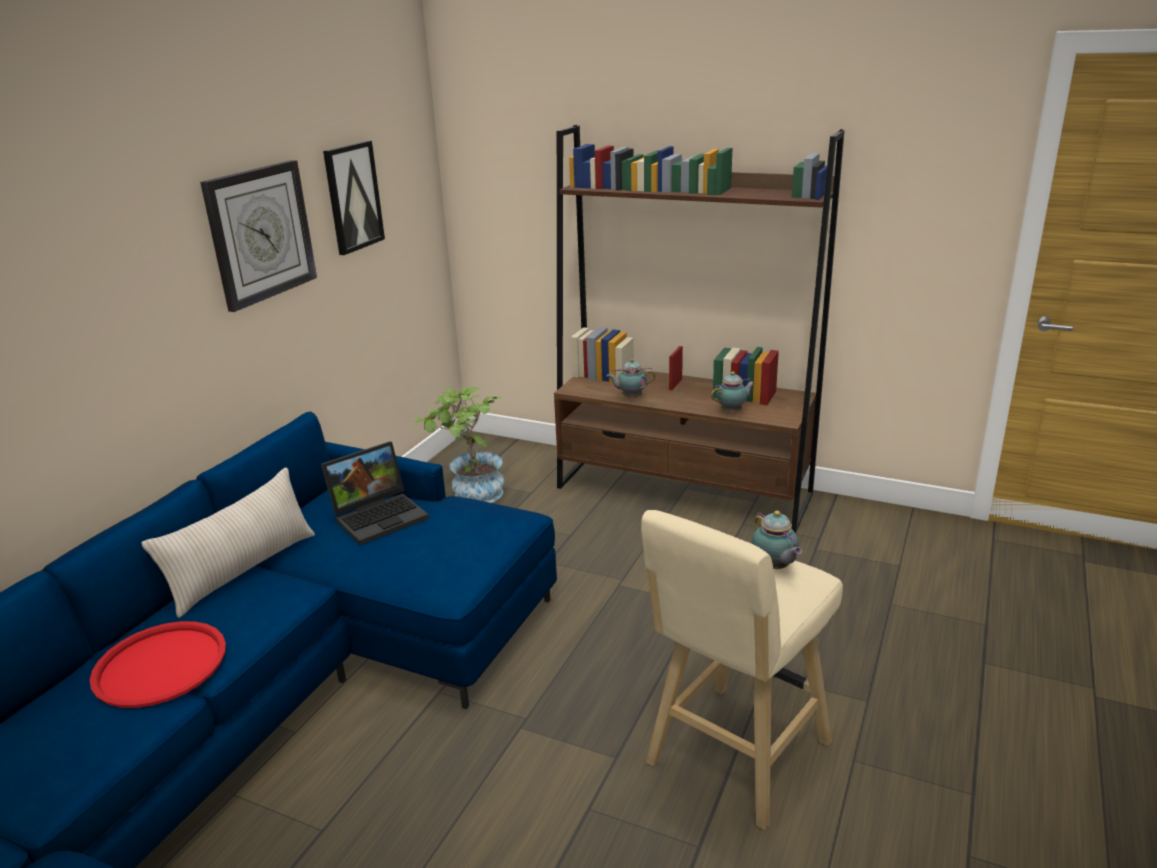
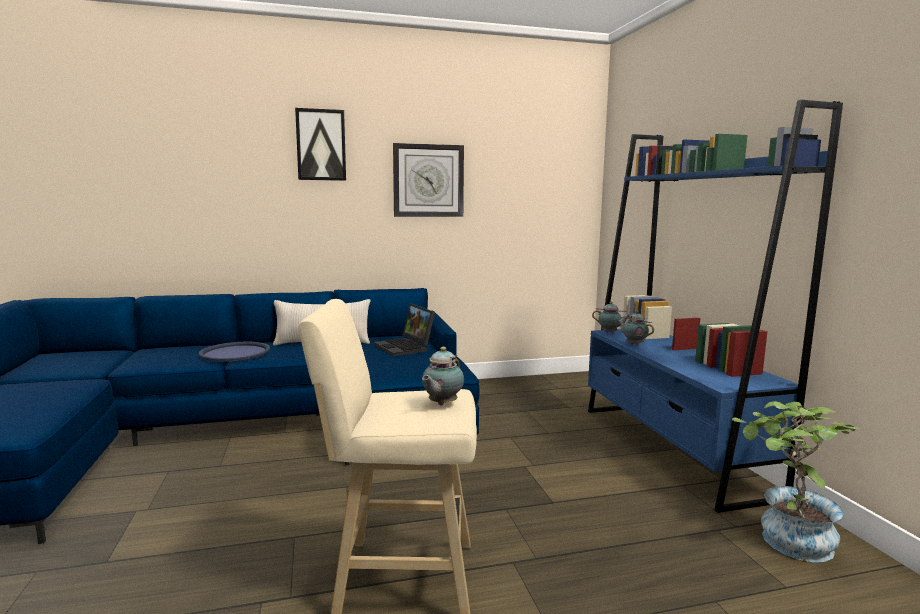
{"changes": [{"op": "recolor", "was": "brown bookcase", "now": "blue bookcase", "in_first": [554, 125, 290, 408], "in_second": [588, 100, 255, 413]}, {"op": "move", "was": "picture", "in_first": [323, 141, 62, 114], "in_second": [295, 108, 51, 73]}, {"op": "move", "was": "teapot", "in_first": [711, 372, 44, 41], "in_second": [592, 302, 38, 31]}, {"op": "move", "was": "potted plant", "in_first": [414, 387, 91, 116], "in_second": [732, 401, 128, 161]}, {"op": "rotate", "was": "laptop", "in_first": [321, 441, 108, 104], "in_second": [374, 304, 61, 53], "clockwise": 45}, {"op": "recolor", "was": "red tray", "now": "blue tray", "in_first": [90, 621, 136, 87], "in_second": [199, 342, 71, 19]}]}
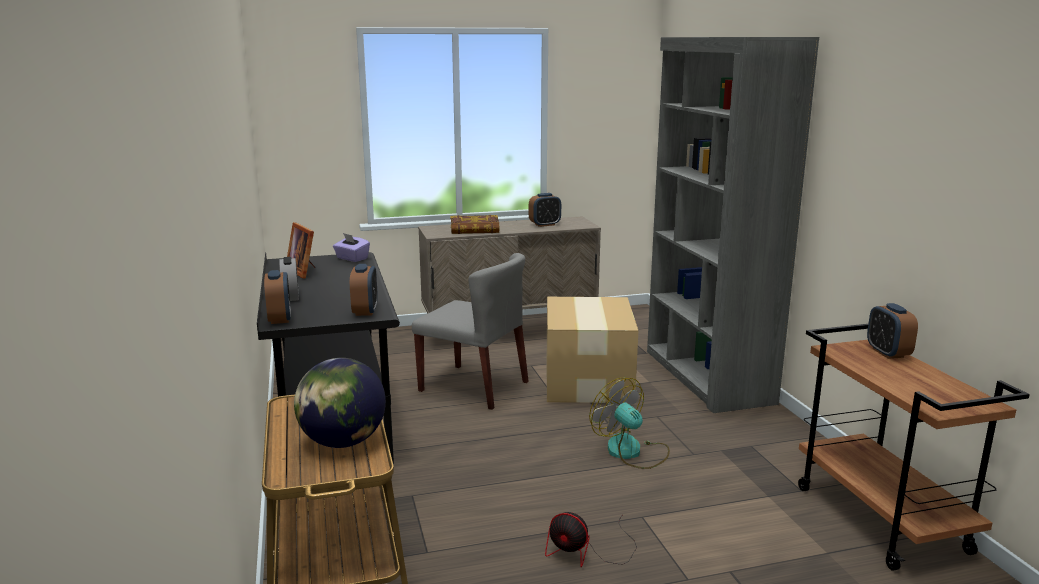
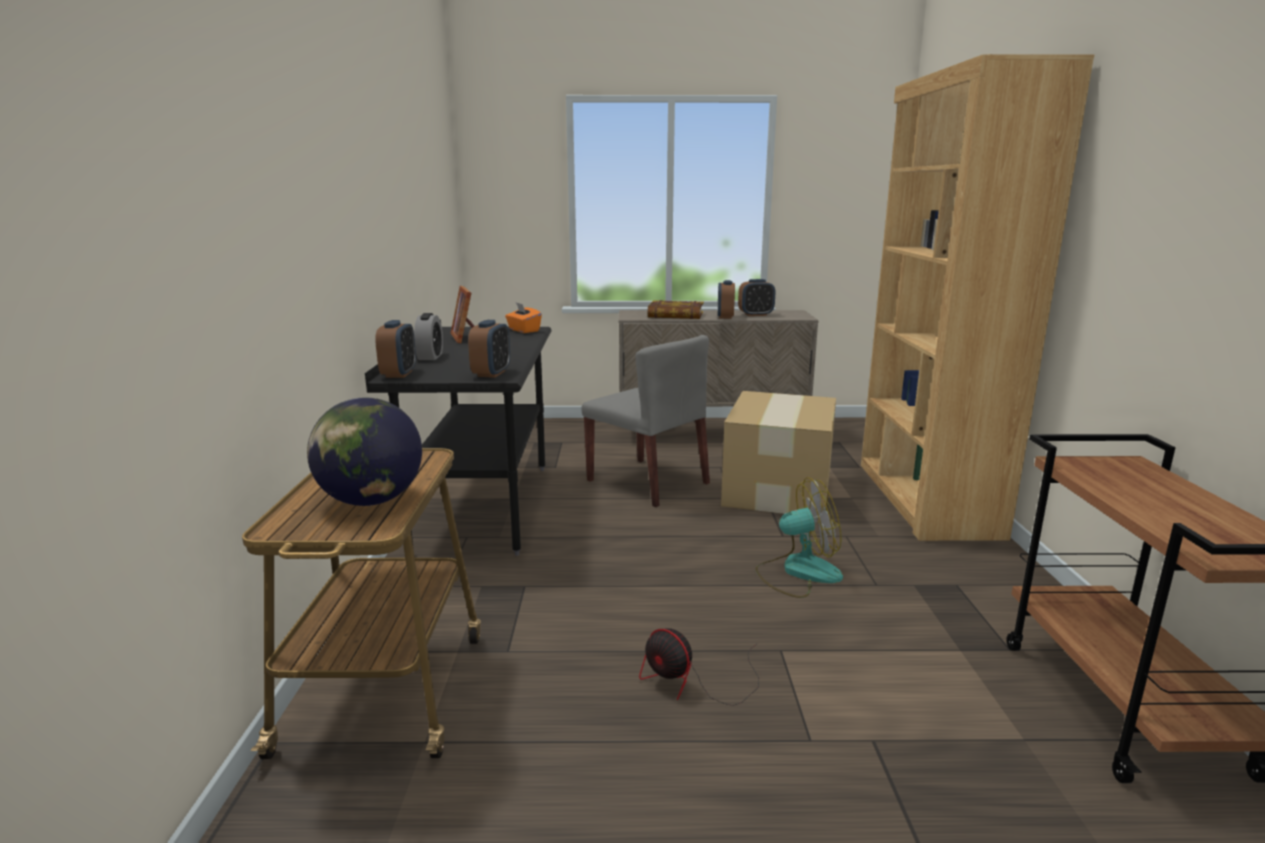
{"changes": [{"op": "recolor", "was": "grey bookcase", "now": "brown bookcase", "in_first": [647, 37, 172, 376], "in_second": [861, 54, 233, 487]}, {"op": "recolor", "was": "purple tissue box", "now": "orange tissue box", "in_first": [333, 233, 37, 29], "in_second": [505, 302, 37, 31]}, {"op": "move", "was": "alarm clock", "in_first": [867, 303, 51, 56], "in_second": [717, 280, 18, 39]}, {"op": "rotate", "was": "fan", "in_first": [589, 378, 81, 91], "in_second": [756, 477, 87, 121], "clockwise": 105}]}
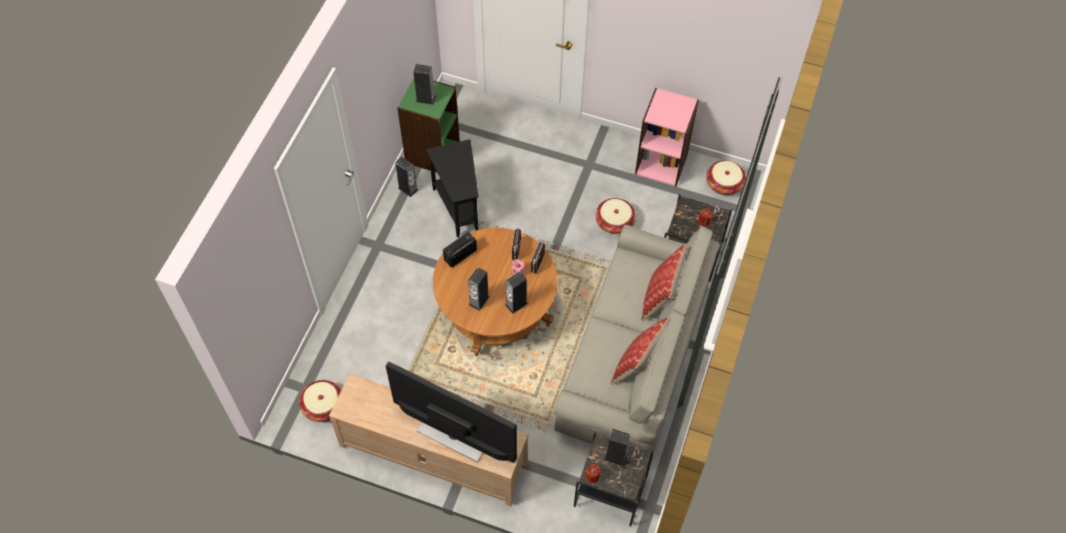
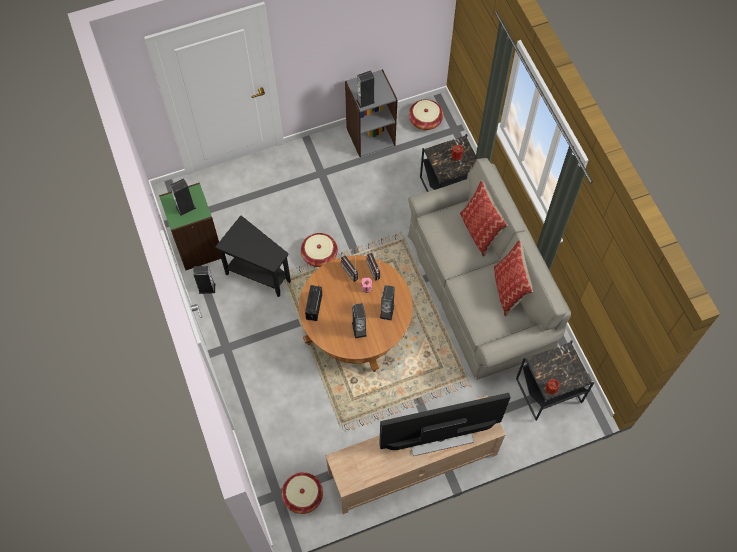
{"changes": [{"op": "recolor", "was": "pink bookcase", "now": "grey bookcase", "in_first": [635, 88, 64, 98], "in_second": [345, 69, 52, 88]}, {"op": "move", "was": "basket", "in_first": [596, 198, 40, 36], "in_second": [301, 233, 37, 34]}, {"op": "move", "was": "speaker", "in_first": [604, 429, 27, 37], "in_second": [356, 70, 19, 38]}]}
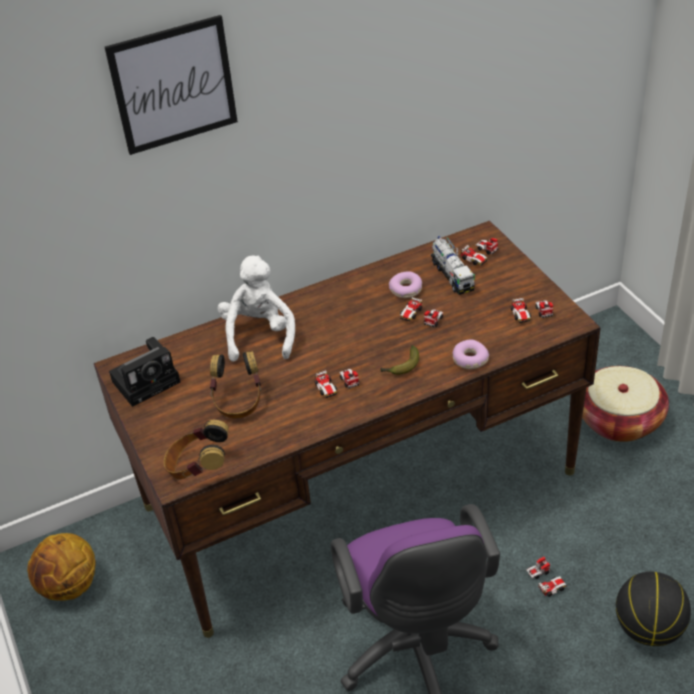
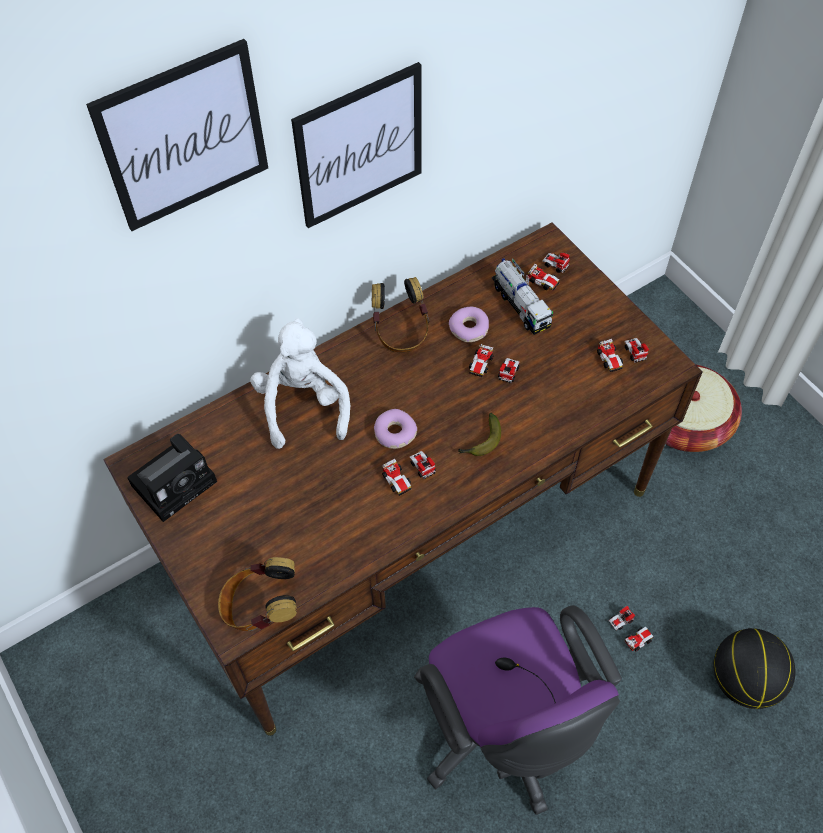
{"changes": [{"op": "move", "was": "donut", "in_first": [452, 339, 37, 30], "in_second": [374, 409, 43, 40]}, {"op": "move", "was": "headphones", "in_first": [210, 351, 51, 67], "in_second": [372, 277, 57, 75]}, {"op": "delete", "was": "basketball", "in_first": [27, 533, 69, 68]}, {"op": "insert", "now": "picture", "in_second": [291, 62, 130, 166]}]}
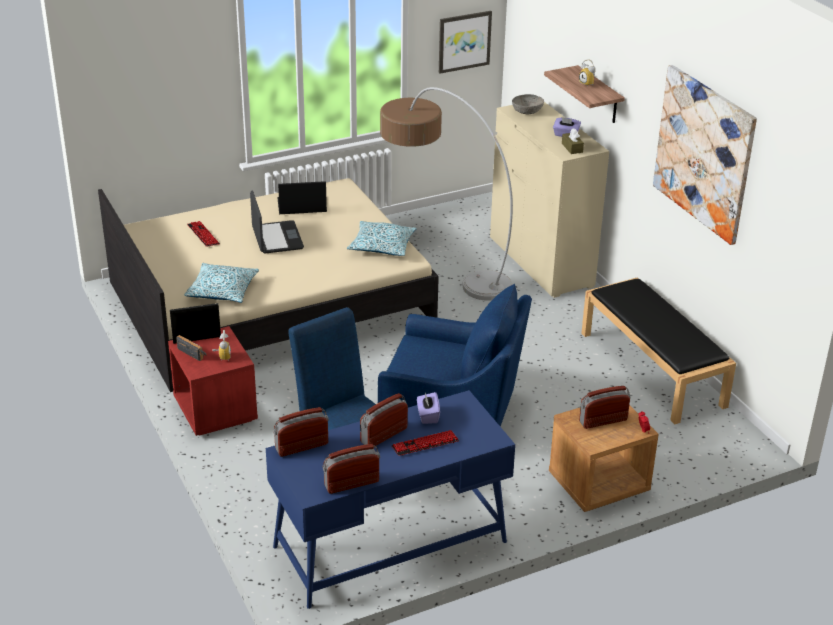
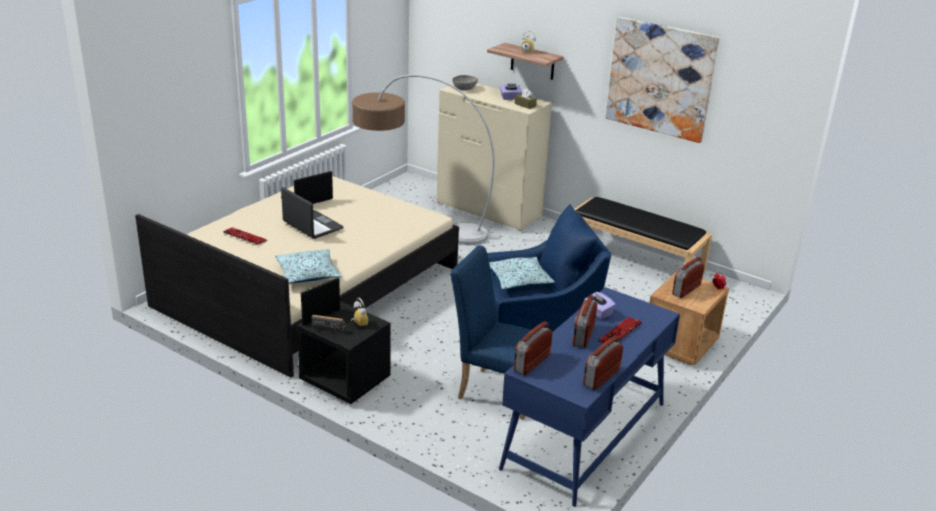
{"changes": [{"op": "delete", "was": "picture", "in_first": [439, 11, 53, 63]}, {"op": "move", "was": "pillow", "in_first": [347, 221, 70, 35], "in_second": [489, 257, 66, 33]}, {"op": "recolor", "was": "red nightstand", "now": "black nightstand", "in_first": [168, 326, 90, 110], "in_second": [297, 301, 94, 103]}]}
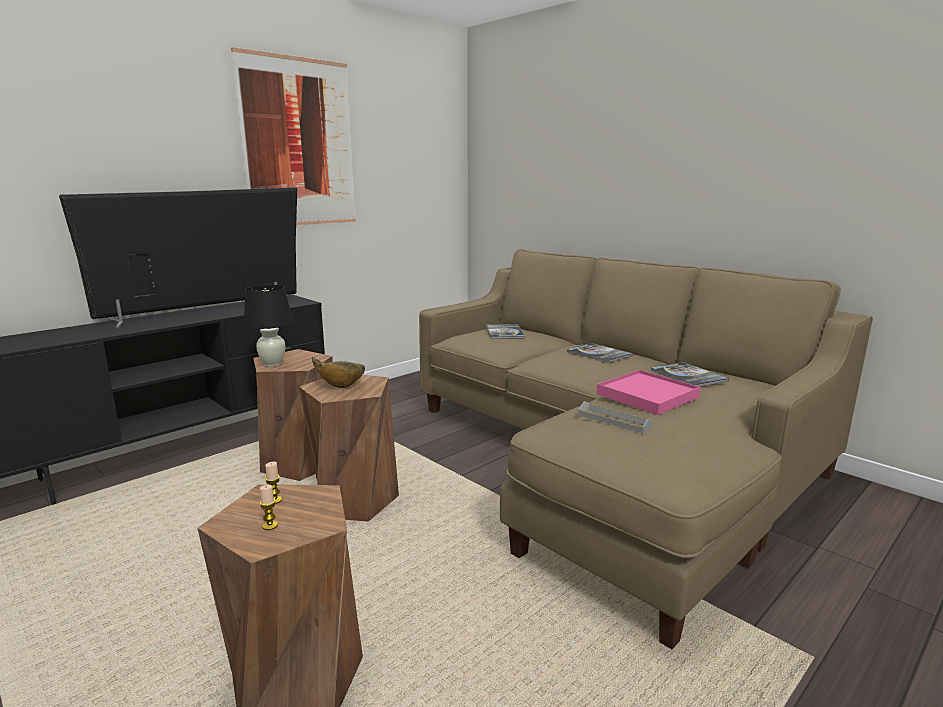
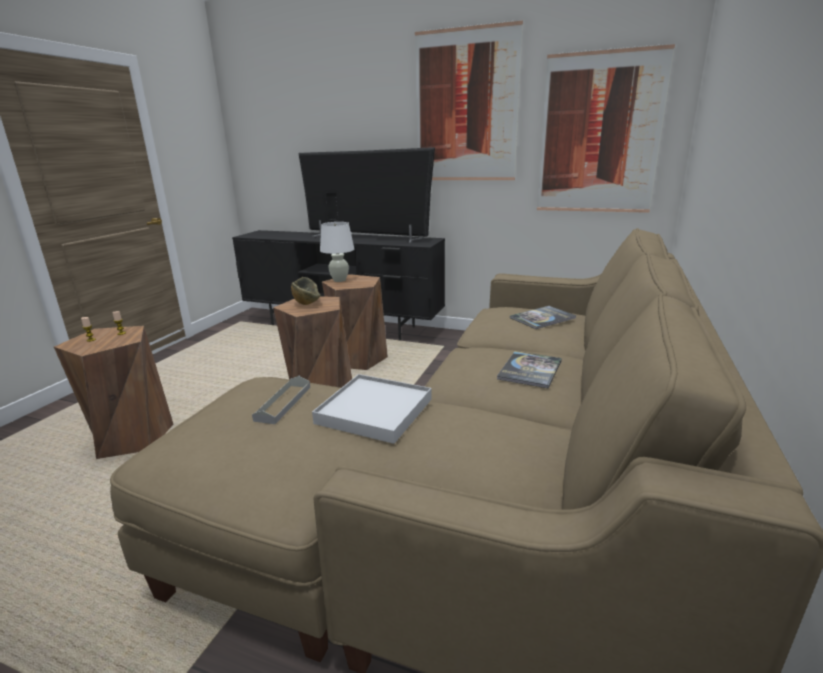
{"changes": [{"op": "recolor", "was": "black table lamp", "now": "white table lamp", "in_first": [244, 285, 49, 82], "in_second": [320, 222, 34, 60]}, {"op": "delete", "was": "book", "in_first": [651, 362, 78, 25]}, {"op": "recolor", "was": "pink tray", "now": "white tray", "in_first": [597, 370, 103, 45], "in_second": [312, 374, 120, 70]}, {"op": "insert", "now": "picture", "in_second": [537, 44, 138, 169]}]}
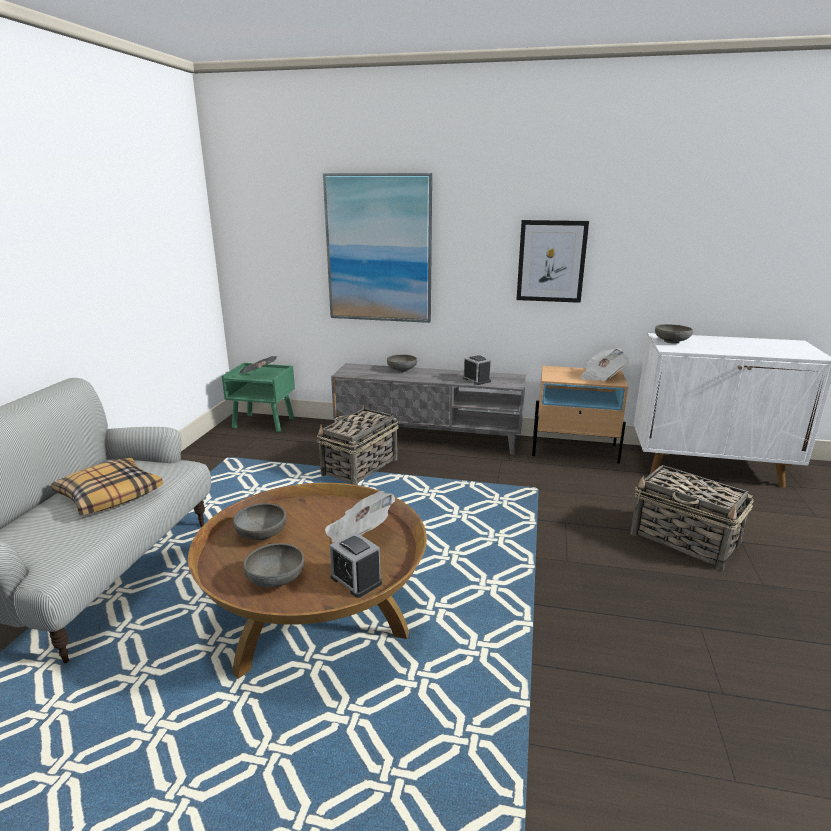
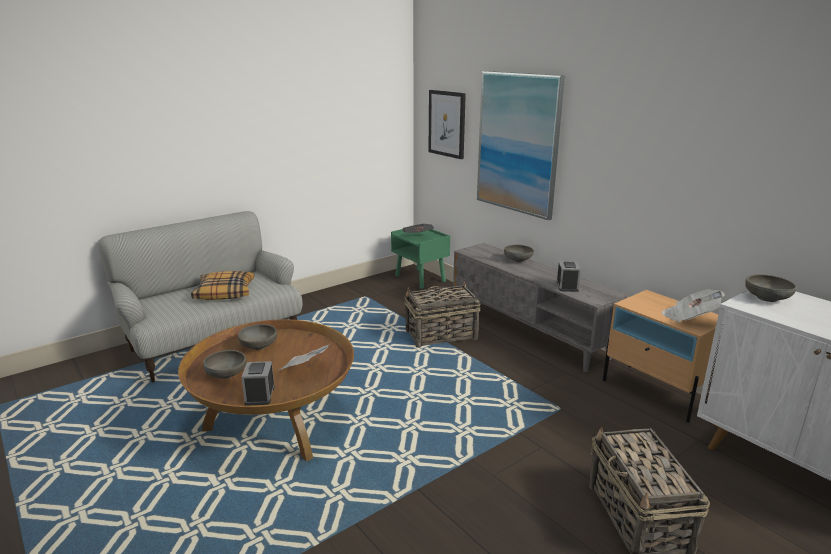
{"changes": [{"op": "move", "was": "picture", "in_first": [516, 220, 73, 83], "in_second": [428, 90, 38, 69]}]}
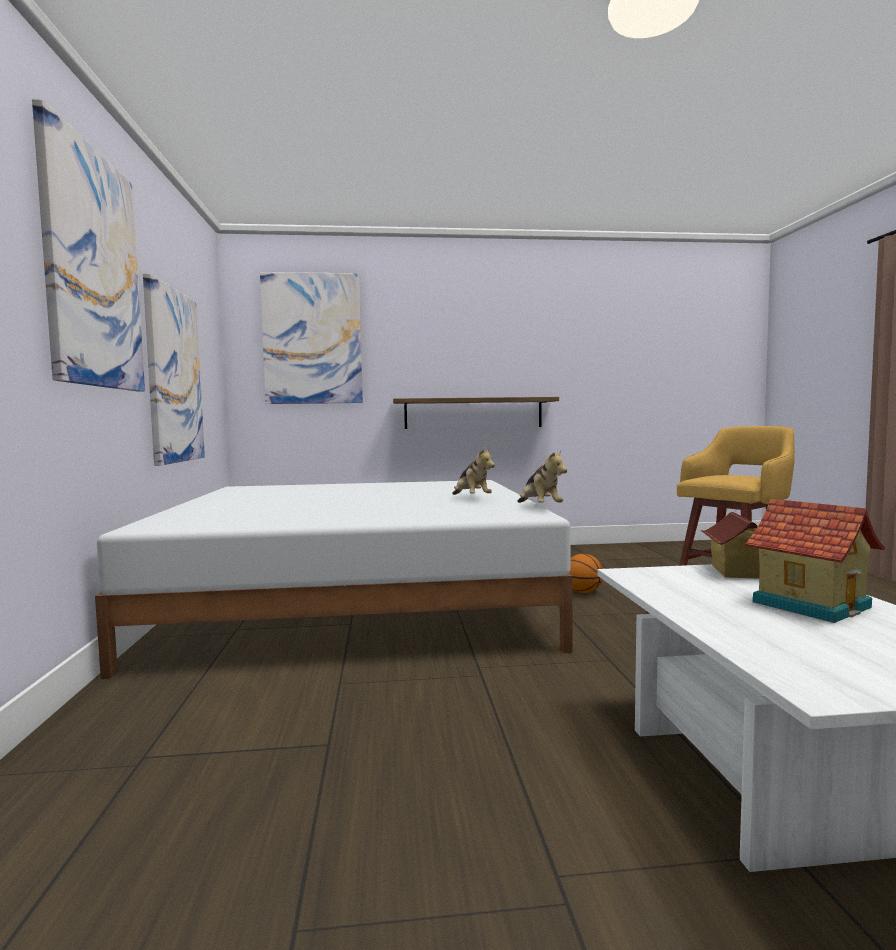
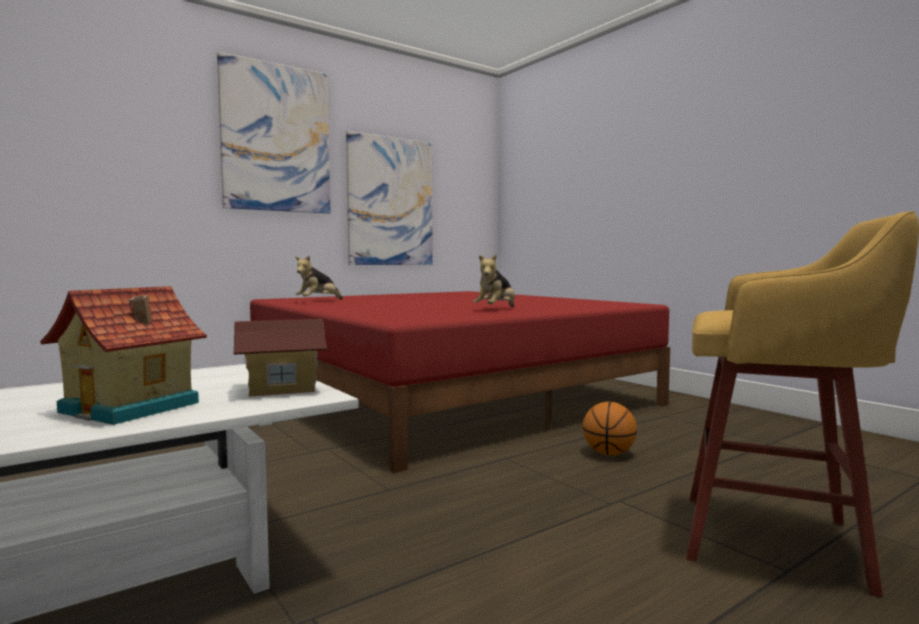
{"changes": [{"op": "delete", "was": "picture", "in_first": [260, 272, 103, 132]}, {"op": "delete", "was": "shelf", "in_first": [393, 397, 166, 32]}, {"op": "move", "was": "plush toy", "in_first": [517, 450, 50, 53], "in_second": [295, 255, 47, 45]}, {"op": "recolor", "was": "white bed", "now": "red bed", "in_first": [95, 480, 478, 199], "in_second": [250, 291, 420, 182]}]}
